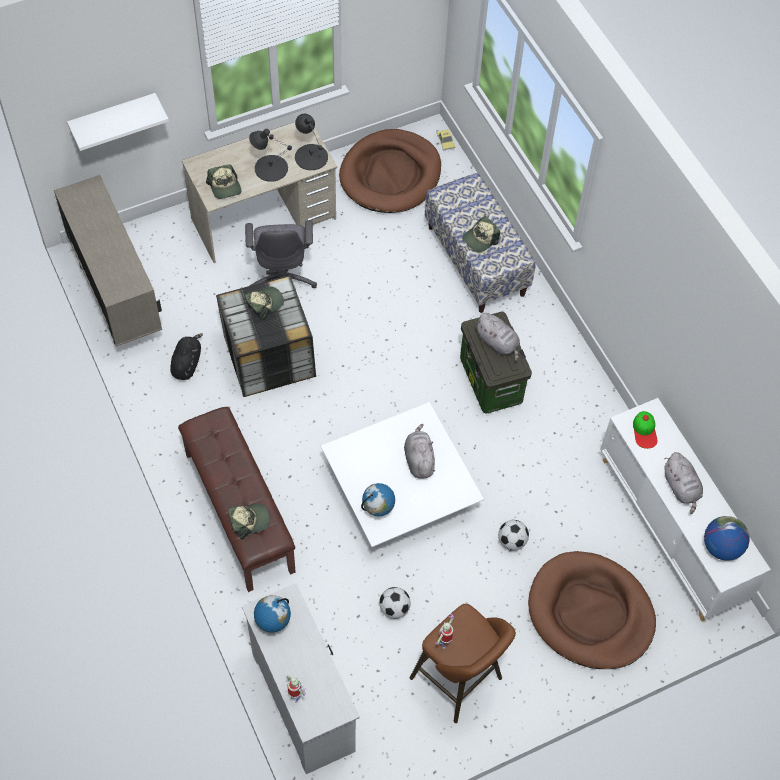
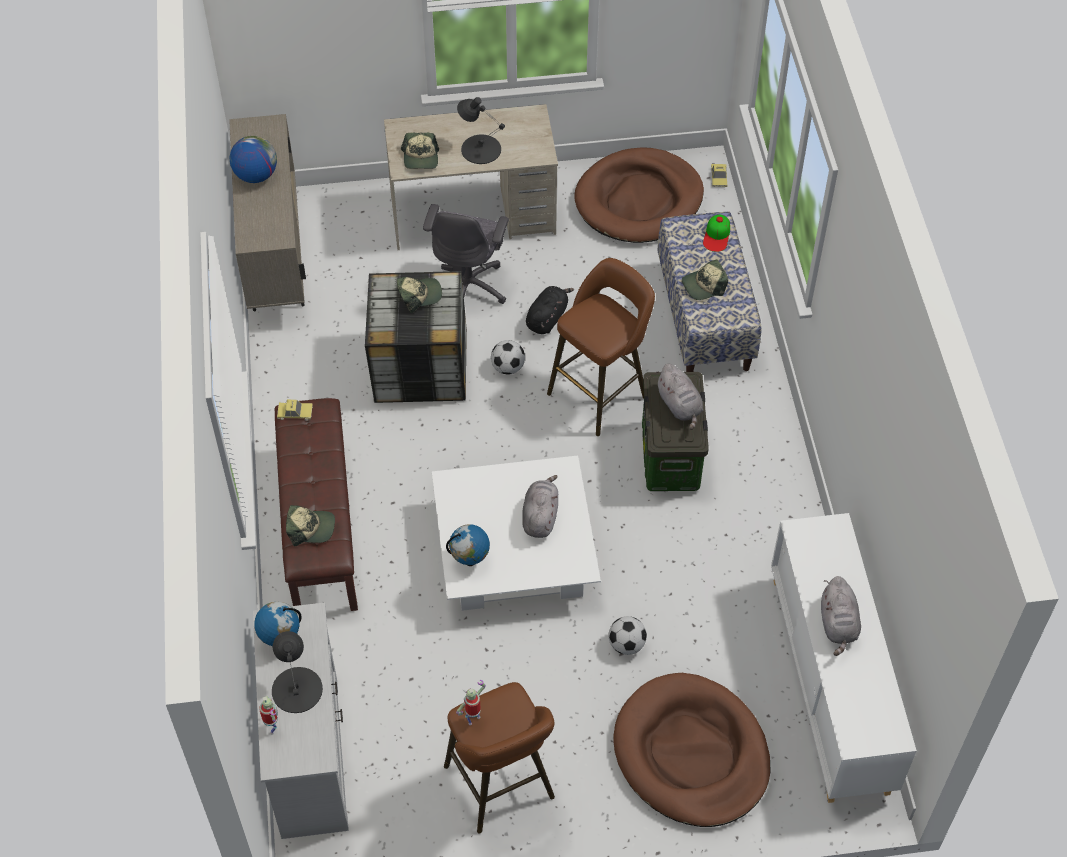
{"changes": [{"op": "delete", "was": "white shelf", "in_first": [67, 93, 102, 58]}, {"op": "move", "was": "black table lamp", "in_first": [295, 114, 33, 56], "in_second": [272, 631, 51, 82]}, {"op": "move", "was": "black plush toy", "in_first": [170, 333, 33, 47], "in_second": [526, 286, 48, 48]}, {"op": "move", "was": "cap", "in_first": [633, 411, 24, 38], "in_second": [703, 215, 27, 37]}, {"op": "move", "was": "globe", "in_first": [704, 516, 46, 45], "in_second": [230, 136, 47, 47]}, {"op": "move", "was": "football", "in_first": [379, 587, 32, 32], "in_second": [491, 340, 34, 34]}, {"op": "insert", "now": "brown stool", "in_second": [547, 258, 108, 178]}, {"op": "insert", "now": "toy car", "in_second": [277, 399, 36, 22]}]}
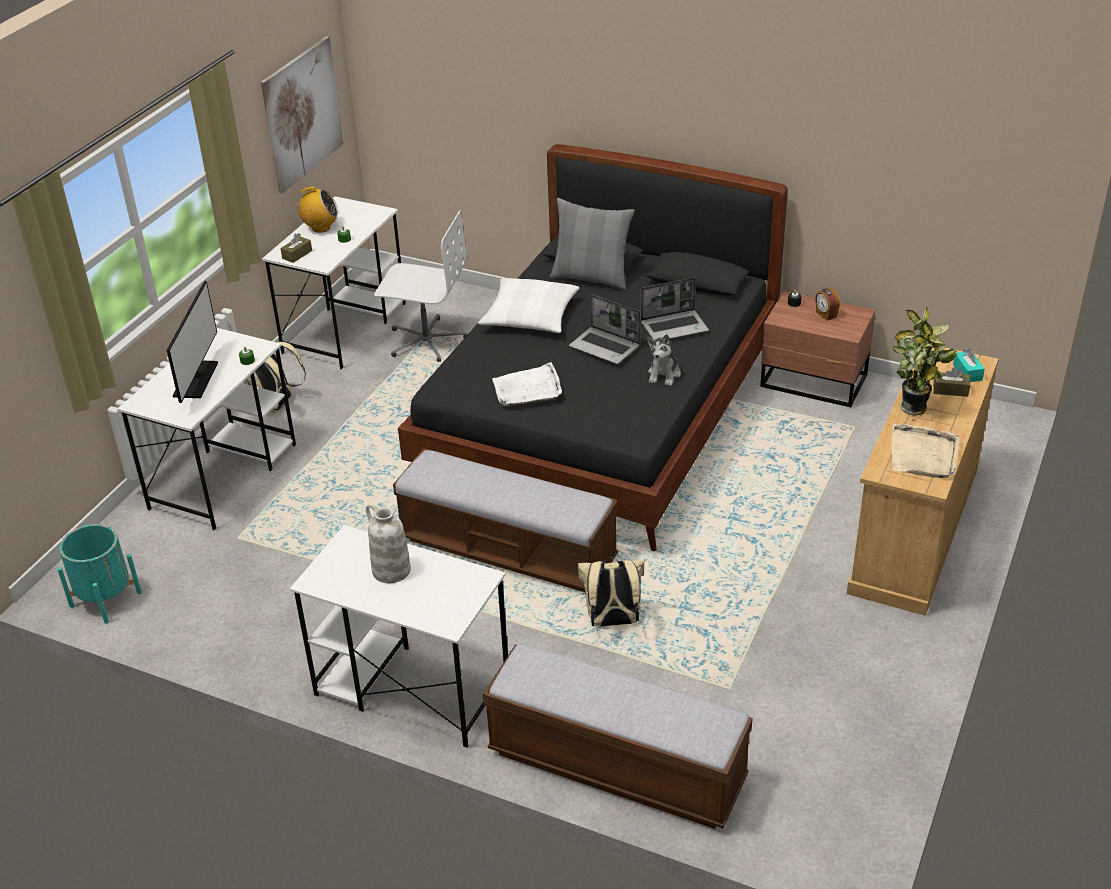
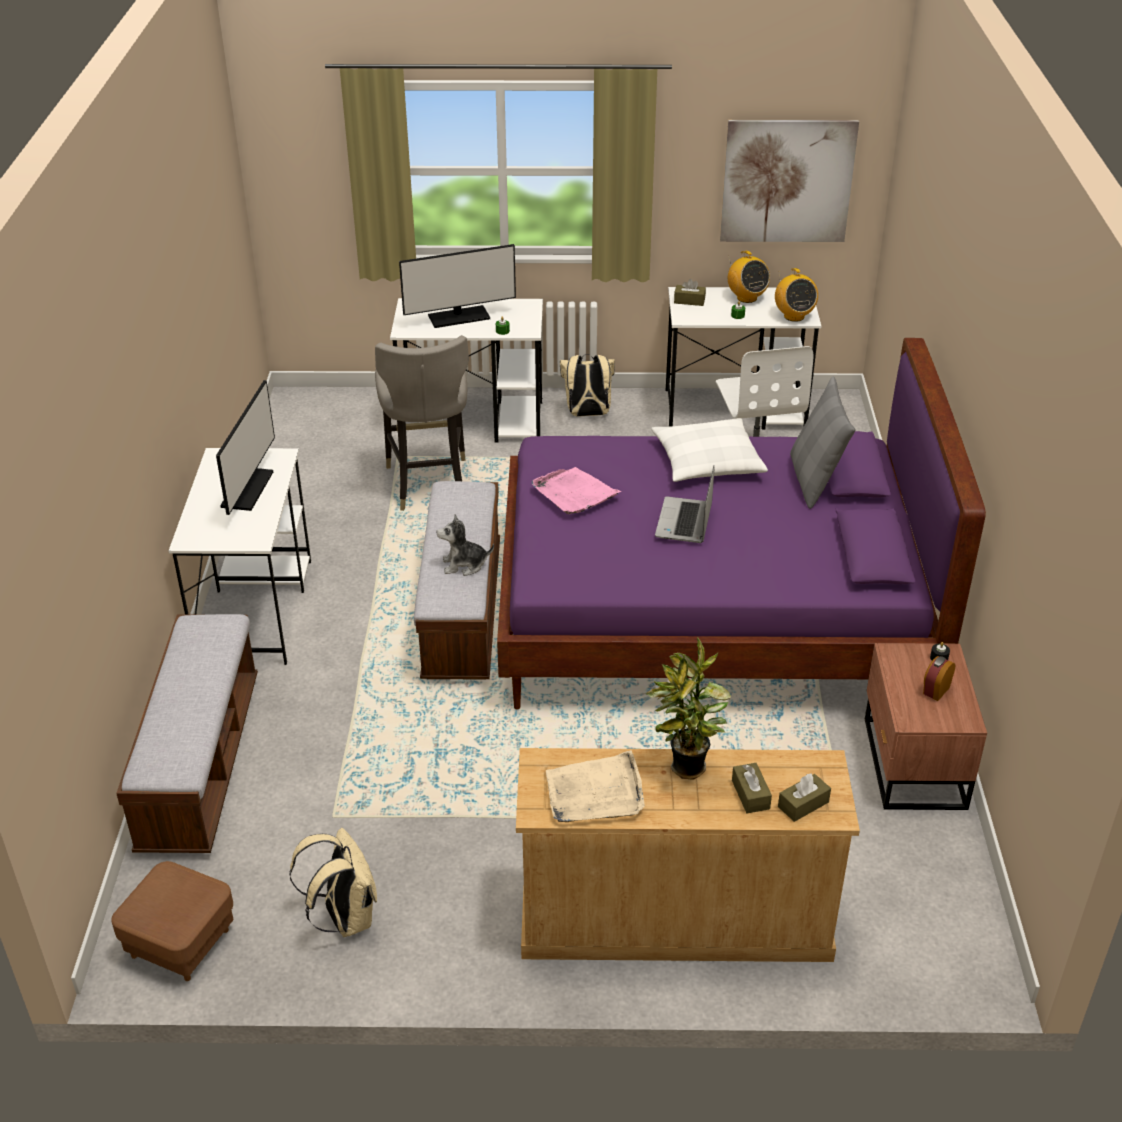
{"changes": [{"op": "recolor", "was": "black bed", "now": "purple bed", "in_first": [398, 144, 390, 407], "in_second": [497, 338, 489, 371]}, {"op": "delete", "was": "laptop", "in_first": [641, 278, 68, 61]}, {"op": "move", "was": "plush toy", "in_first": [647, 334, 34, 52], "in_second": [436, 514, 58, 62]}, {"op": "recolor", "was": "turquoise tissue box", "now": "brown tissue box", "in_first": [953, 349, 32, 33], "in_second": [778, 774, 53, 48]}, {"op": "recolor", "was": "white tray", "now": "pink tray", "in_first": [492, 362, 70, 44], "in_second": [532, 467, 90, 47]}, {"op": "replace", "was": "white vase", "now": "monitor", "in_first": [366, 504, 45, 79], "in_second": [216, 380, 59, 135]}, {"op": "delete", "was": "turquoise planter", "in_first": [57, 524, 85, 100]}, {"op": "move", "was": "beige backpack", "in_first": [577, 557, 67, 70], "in_second": [289, 828, 88, 109]}, {"op": "insert", "now": "radio", "in_second": [775, 268, 43, 54]}, {"op": "insert", "now": "grey stool", "in_second": [375, 335, 94, 176]}, {"op": "insert", "now": "brown ottoman", "in_second": [111, 861, 122, 120]}]}
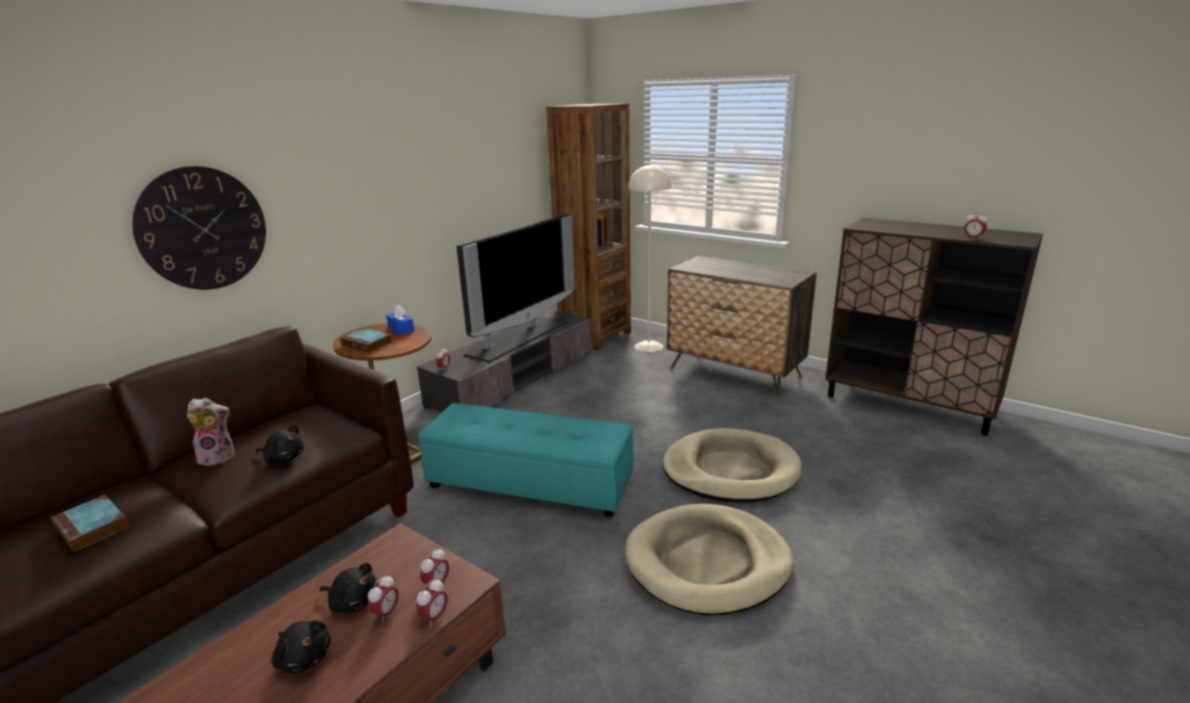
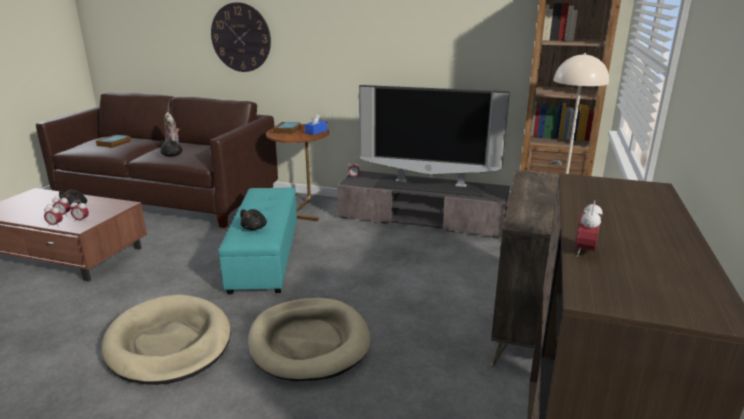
{"changes": [{"op": "move", "was": "black plush toy", "in_first": [272, 620, 59, 54], "in_second": [240, 209, 27, 21]}]}
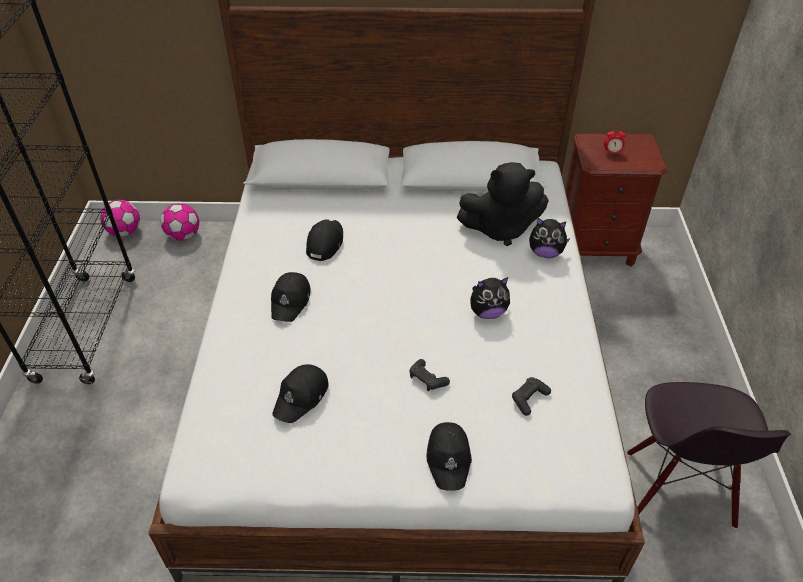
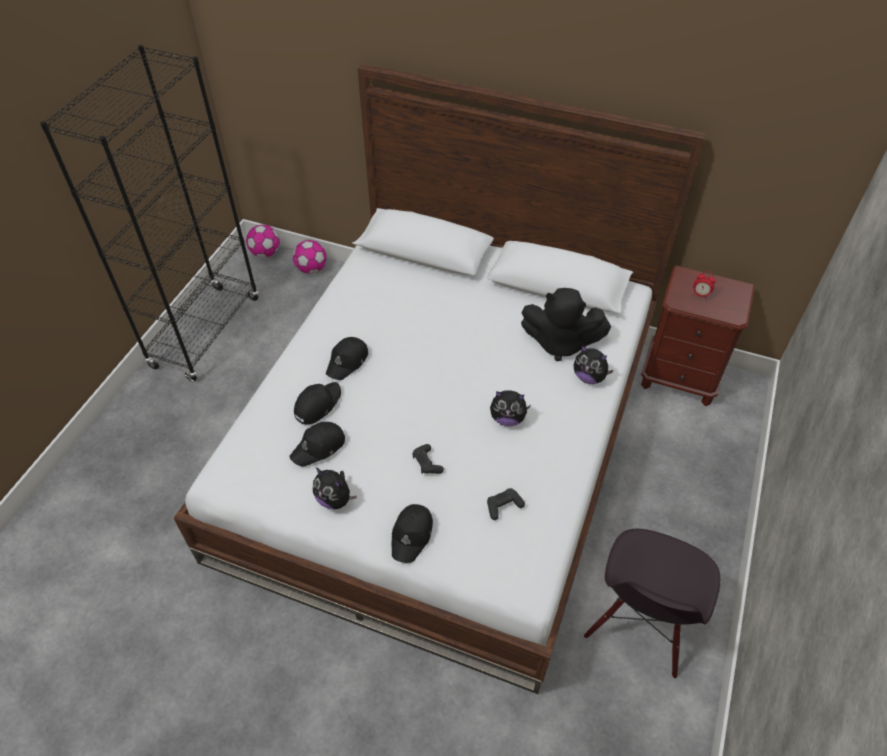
{"changes": [{"op": "move", "was": "black cap", "in_first": [306, 219, 37, 42], "in_second": [294, 382, 47, 42]}, {"op": "insert", "now": "plush toy", "in_second": [313, 468, 44, 42]}]}
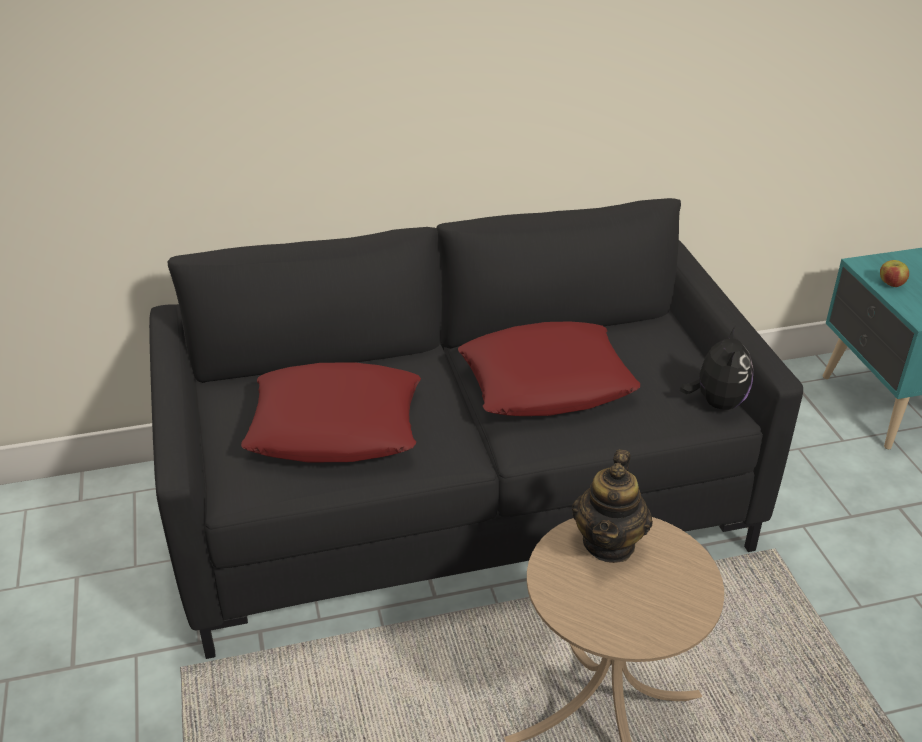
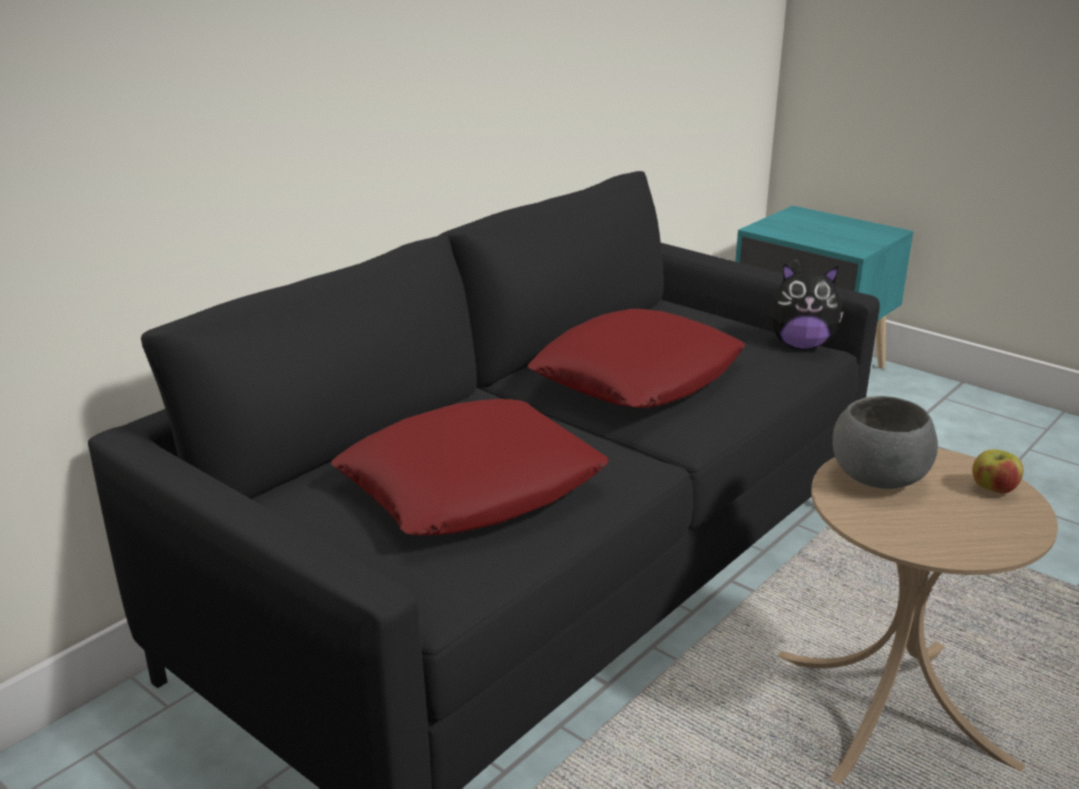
{"changes": [{"op": "move", "was": "apple", "in_first": [880, 260, 29, 27], "in_second": [972, 449, 51, 44]}, {"op": "rotate", "was": "plush toy", "in_first": [680, 325, 73, 85], "in_second": [769, 263, 75, 86], "clockwise": 120}, {"op": "replace", "was": "teapot", "now": "grey bowl", "in_first": [572, 449, 81, 114], "in_second": [832, 396, 106, 93]}]}
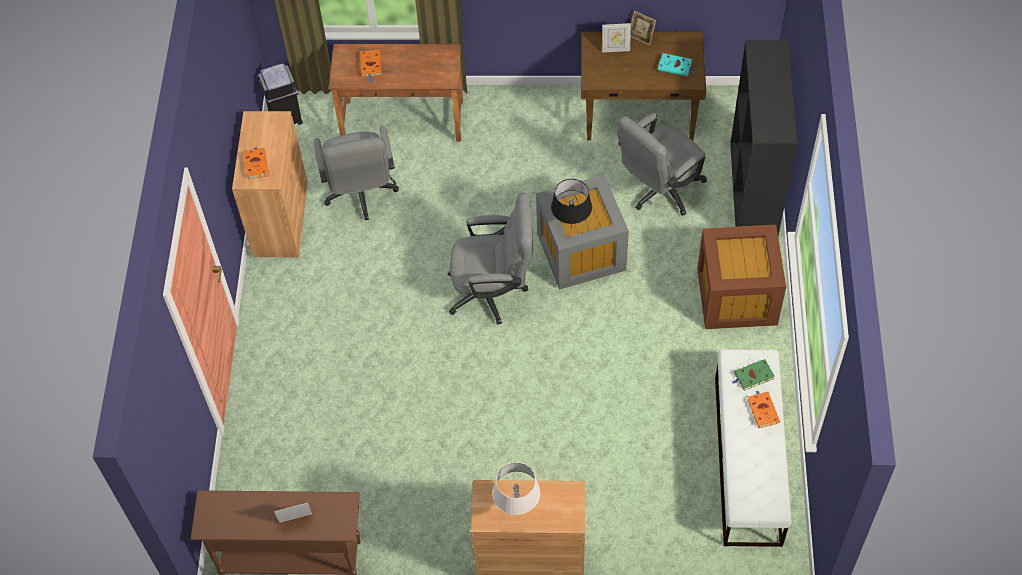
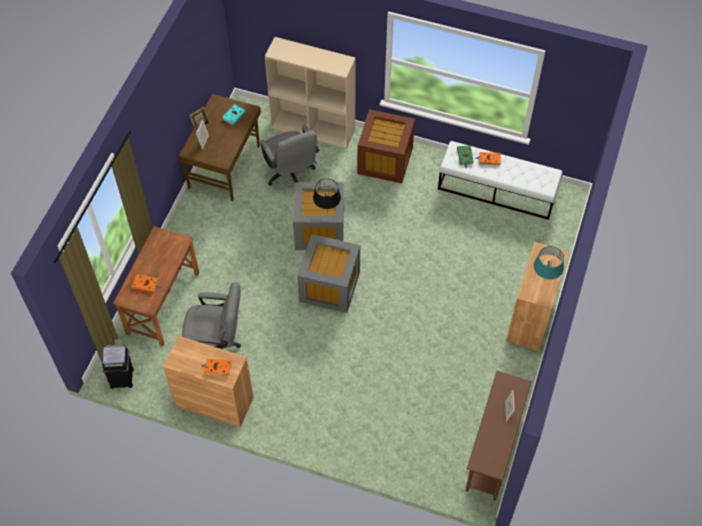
{"changes": [{"op": "recolor", "was": "black bookcase", "now": "beige bookcase", "in_first": [730, 40, 67, 196], "in_second": [265, 37, 91, 112]}, {"op": "replace", "was": "grey office chair", "now": "grey storage box", "in_first": [448, 193, 85, 132], "in_second": [297, 234, 63, 79]}, {"op": "recolor", "was": "white table lamp", "now": "turquoise table lamp", "in_first": [493, 462, 47, 53], "in_second": [534, 246, 30, 33]}]}
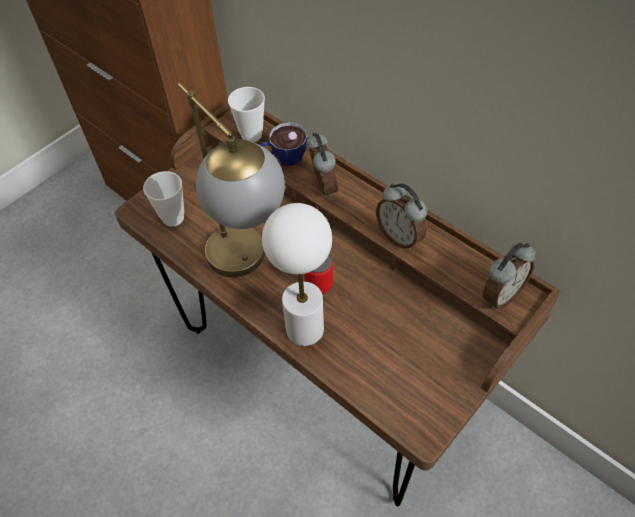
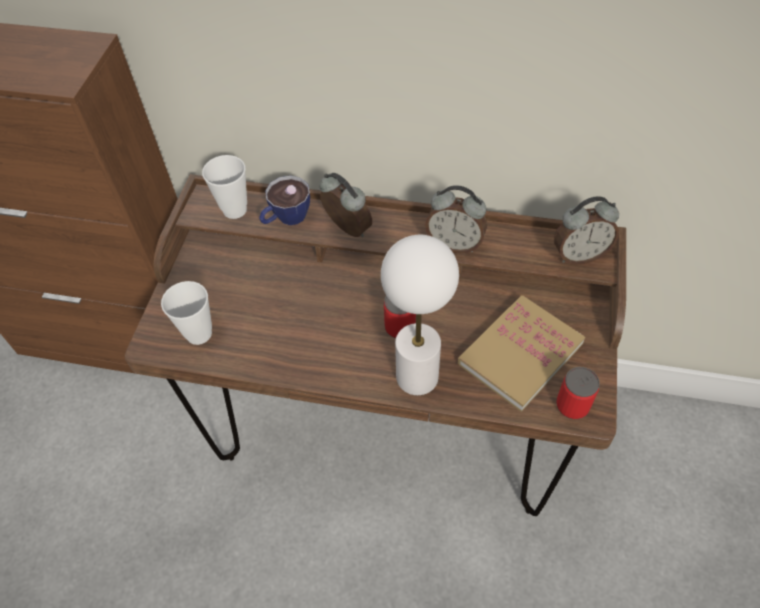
{"changes": [{"op": "delete", "was": "table lamp", "in_first": [178, 83, 107, 194]}, {"op": "rotate", "was": "alarm clock", "in_first": [483, 243, 53, 66], "in_second": [554, 196, 65, 69], "clockwise": 60}, {"op": "insert", "now": "book", "in_second": [458, 296, 127, 116]}, {"op": "insert", "now": "can", "in_second": [556, 367, 44, 52]}]}
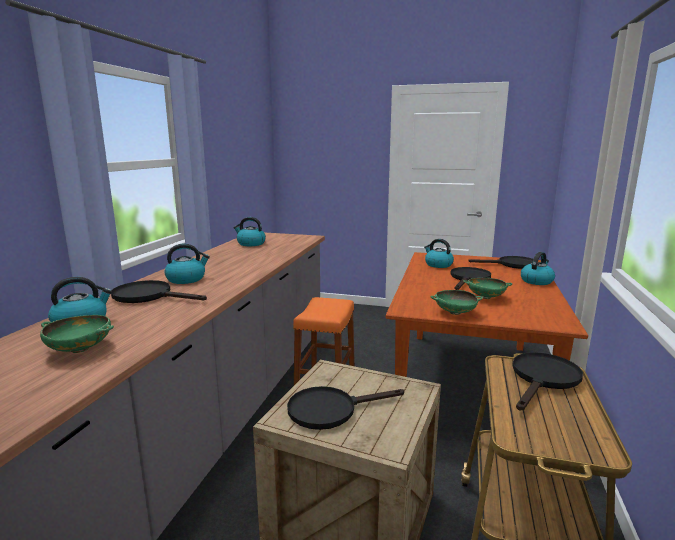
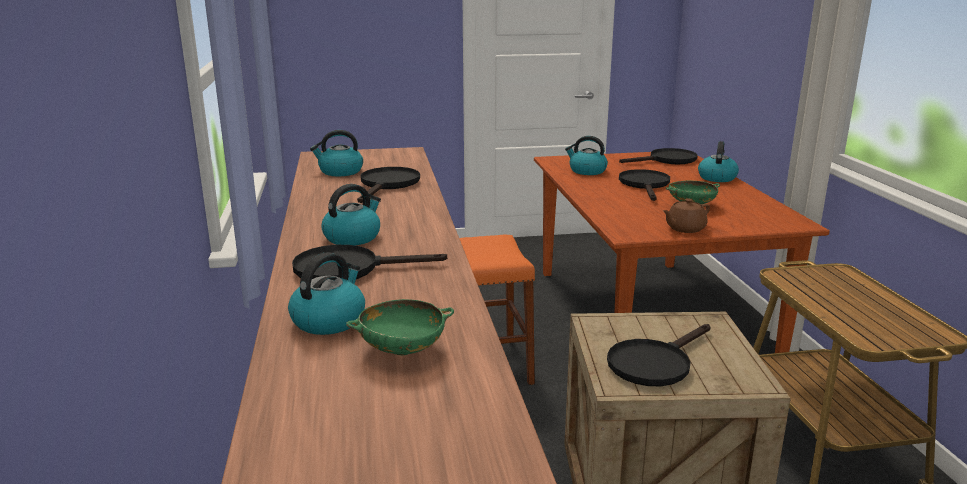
{"changes": [{"op": "replace", "was": "green bowl", "now": "brown teapot", "in_first": [430, 290, 53, 25], "in_second": [663, 198, 47, 35]}, {"op": "move", "was": "black frying pan", "in_first": [512, 352, 71, 58], "in_second": [357, 167, 63, 36]}]}
